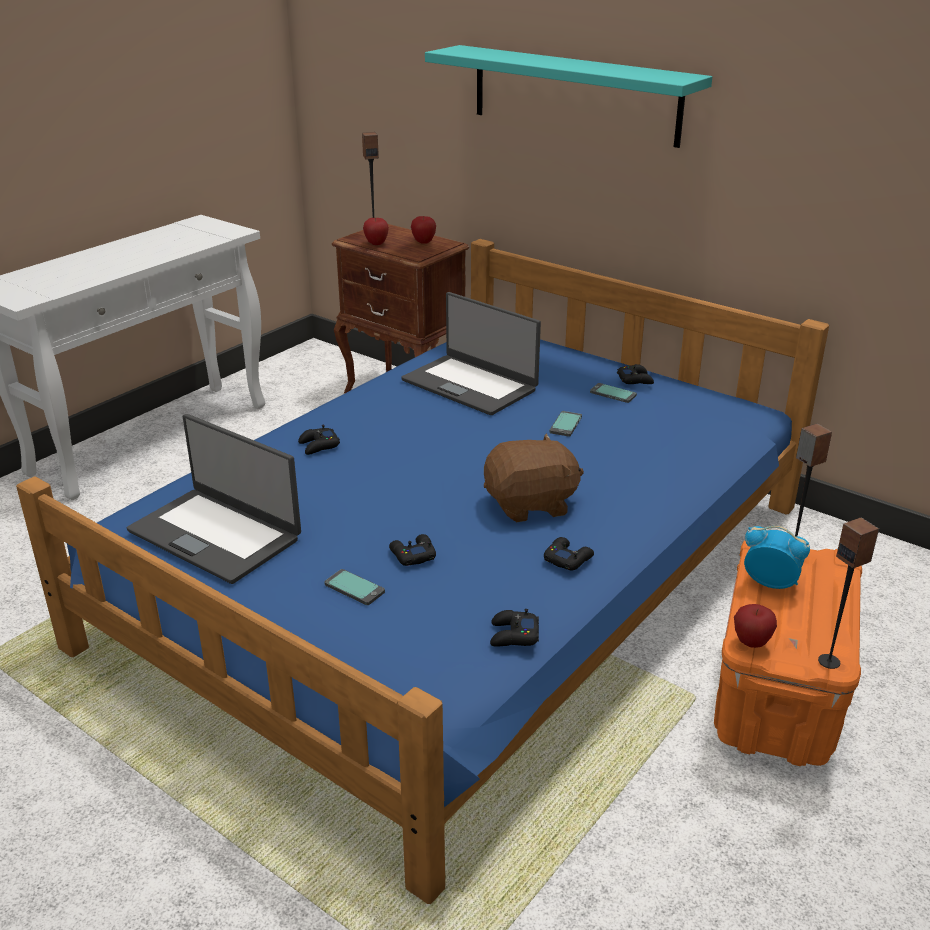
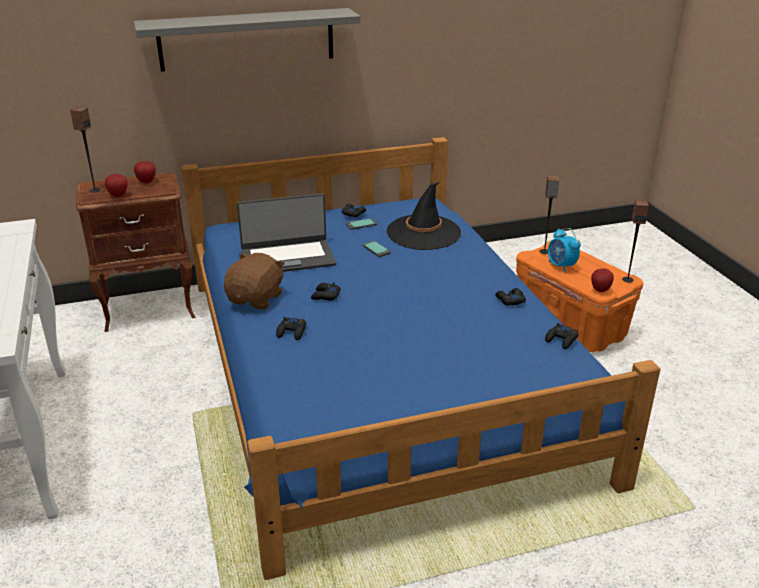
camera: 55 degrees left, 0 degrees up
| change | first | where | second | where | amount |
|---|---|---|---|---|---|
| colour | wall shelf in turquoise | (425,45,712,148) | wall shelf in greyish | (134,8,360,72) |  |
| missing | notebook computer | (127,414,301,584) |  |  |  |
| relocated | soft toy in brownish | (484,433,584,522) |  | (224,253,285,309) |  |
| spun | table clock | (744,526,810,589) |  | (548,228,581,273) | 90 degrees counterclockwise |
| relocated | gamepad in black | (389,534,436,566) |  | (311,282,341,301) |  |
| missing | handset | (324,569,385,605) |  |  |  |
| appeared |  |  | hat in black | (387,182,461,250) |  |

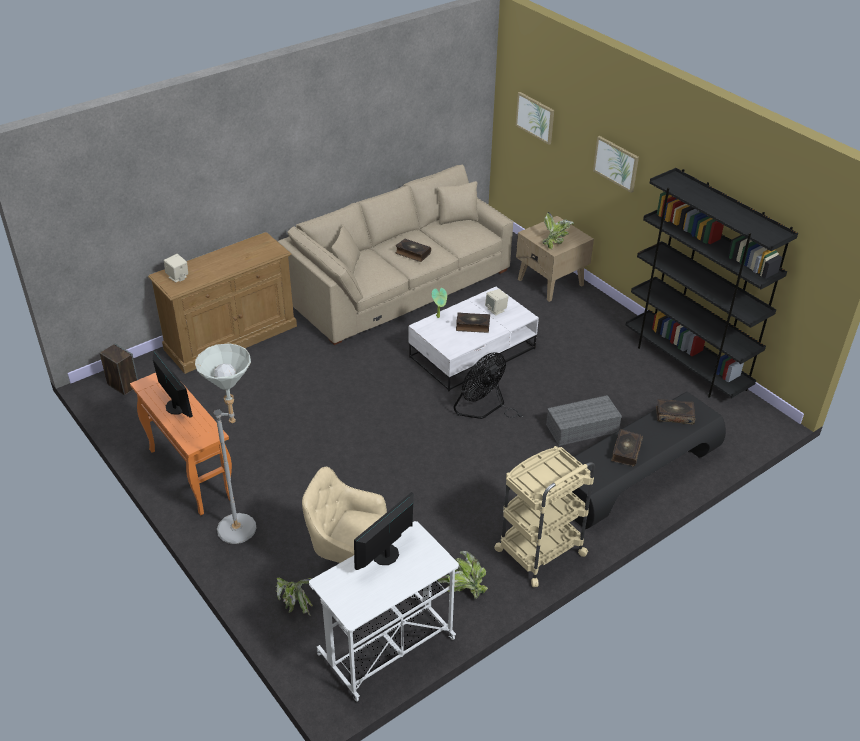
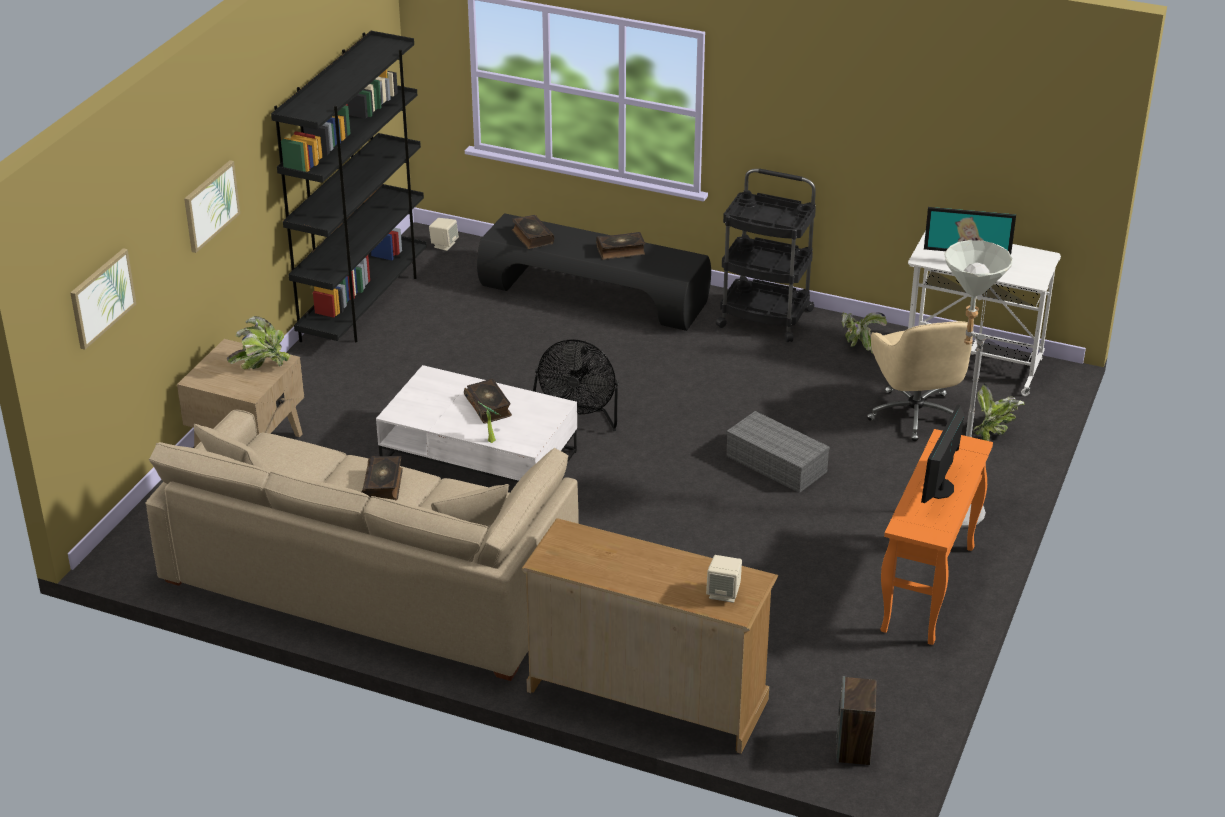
camera: 120 degrees left, 5 degrees down
| change | first | where | second | where | amount |
|---|---|---|---|---|---|
| relocated | audio speaker in sand-coloured | (485,289,508,316) |  | (429,218,459,251) |  |
| relocated | storage bin in greyish | (546,395,622,446) |  | (726,411,830,493) |  |
| colour | trolley in sand-coloured | (494,446,595,587) | trolley in black | (716,169,816,342) |  |

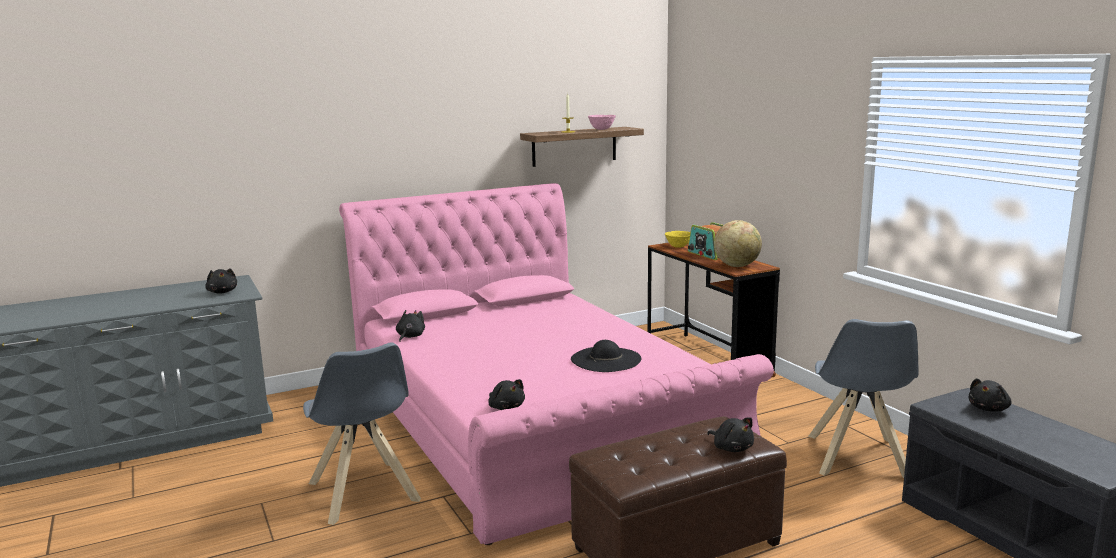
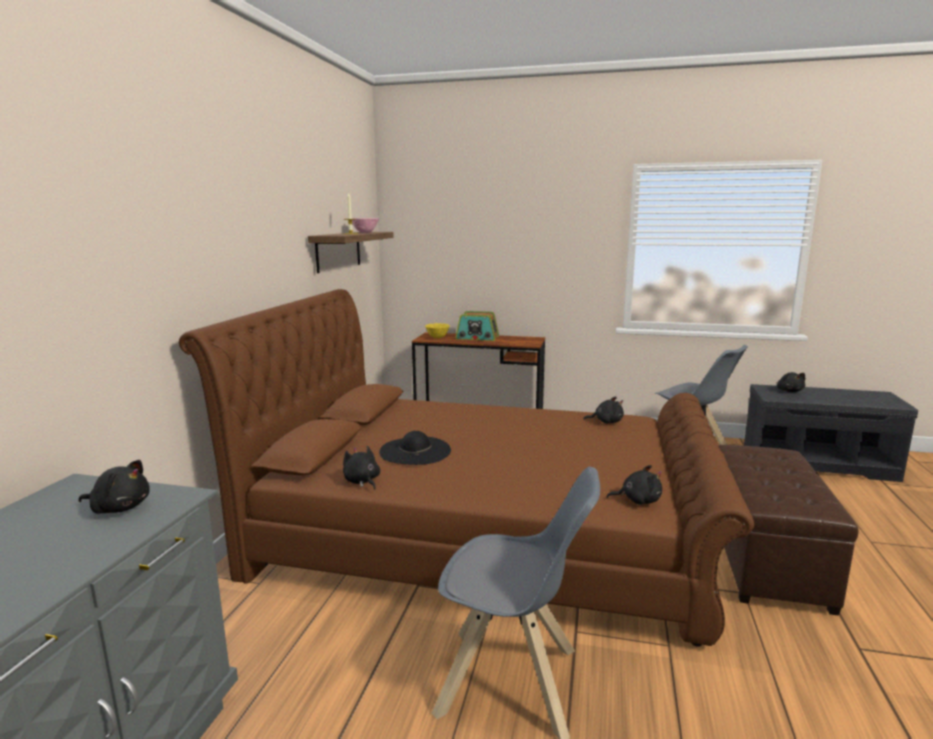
camera: 50 degrees left, 0 degrees up
| change | first | where | second | where | amount |
|---|---|---|---|---|---|
| colour | bed in pink | (339,183,774,545) | bed in brownish | (179,289,754,647) |  |
| missing | world globe | (714,220,762,267) |  |  |  |
| relocated | hat in black | (571,340,641,372) |  | (379,431,451,465) |  |
| relocated | soft toy in black | (707,417,754,452) |  | (584,396,624,424) |  |

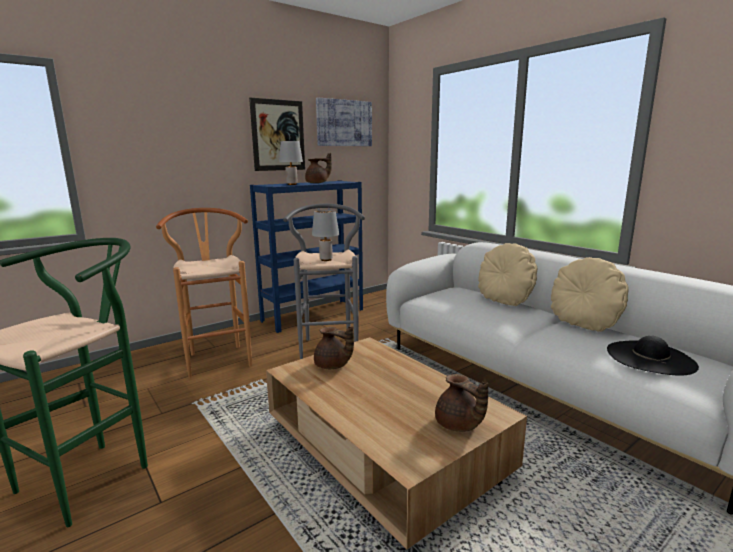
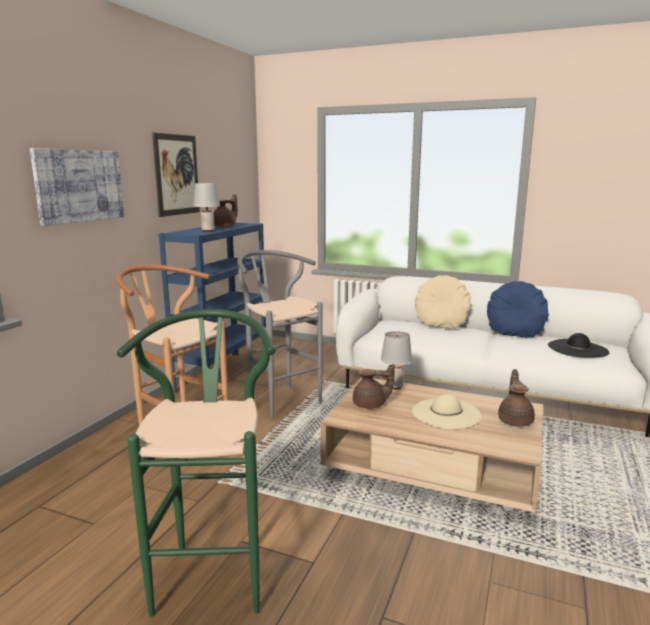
camera: 30 degrees left, 0 degrees up
| change | first | where | second | where | amount |
|---|---|---|---|---|---|
| relocated | wall picture | (316,97,372,146) |  | (30,148,124,226) |  |
| relocated | lamp for a table in greyish | (312,210,339,261) |  | (381,331,412,389) |  |
| colour | pillow in sand-coloured | (551,257,629,332) | pillow in blue-coloured | (487,281,549,338) |  |
| spun | teapot in brownish | (435,374,489,432) |  | (498,369,535,426) | 105 degrees counterclockwise |
| appeared |  |  | hat in sand-coloured | (412,394,482,429) |  |

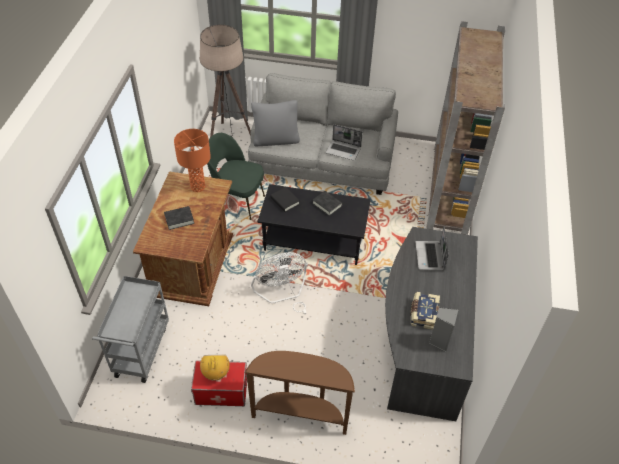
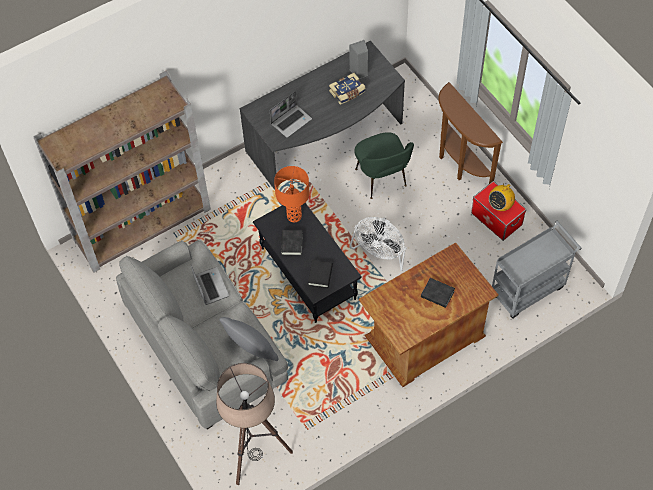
camera: 130 degrees left, 10 degrees up
| change | first | where | second | where | amount |
|---|---|---|---|---|---|
| relocated | lamp for a table in orangey | (174,129,211,192) |  | (274,166,310,222) |  |
| relocated | plain chair in green | (207,133,265,220) |  | (354,132,414,199) |  |

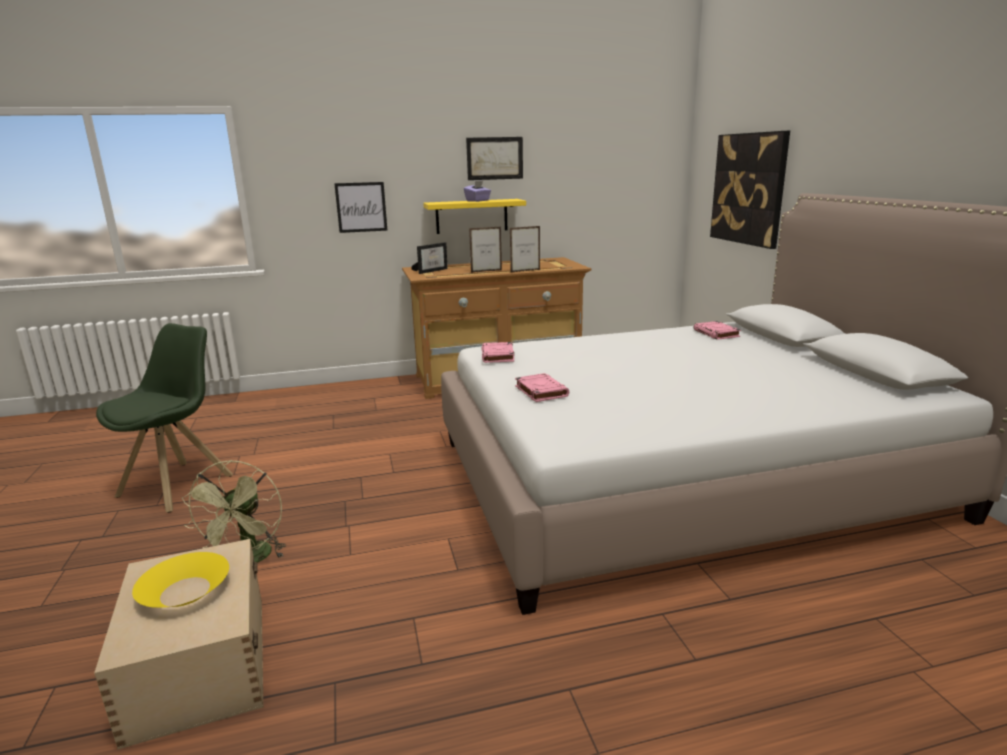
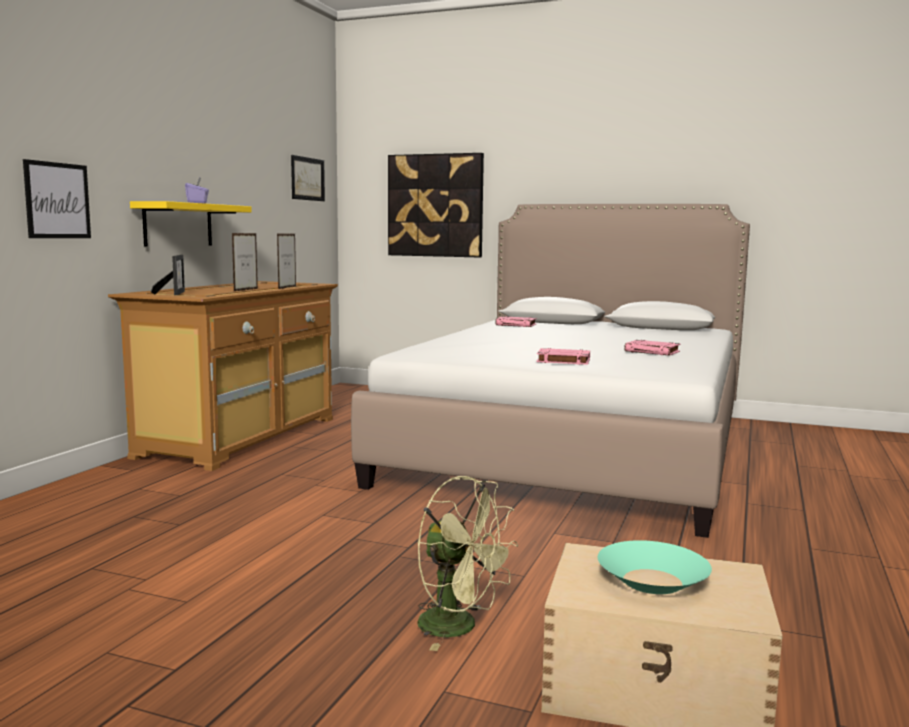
camera: 55 degrees left, 10 degrees down
| change | first | where | second | where | amount |
|---|---|---|---|---|---|
| relocated | wall picture | (466,137,523,180) |  | (291,155,325,201) |  |
| missing | plain chair in green | (96,323,233,513) |  |  |  |
| relocated | volume in pink | (482,342,514,363) |  | (624,340,680,356) |  |
| colour | bowl in yellow-coloured | (132,552,229,608) | bowl in turquoise | (598,540,712,594) |  |

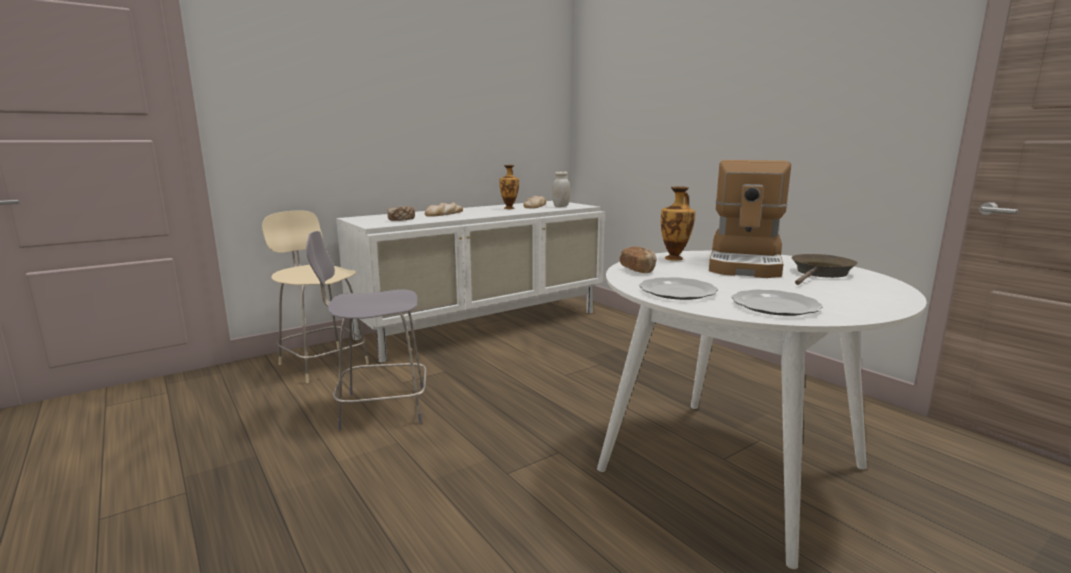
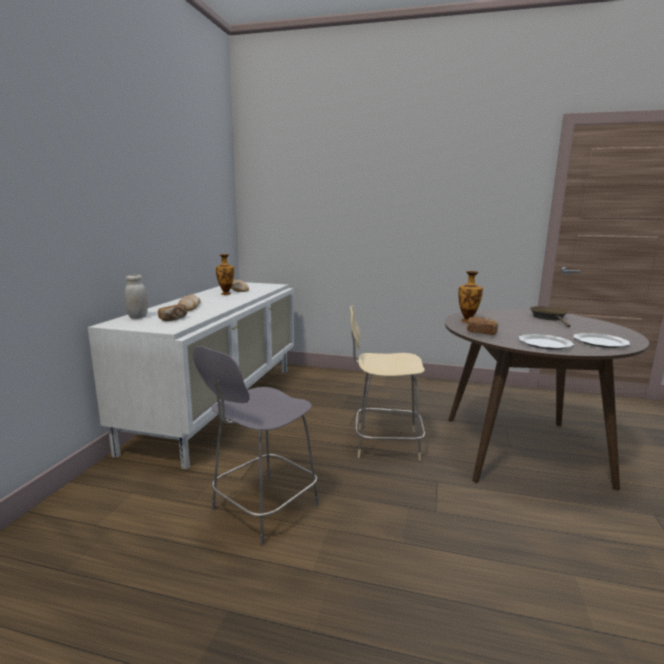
camera: 40 degrees left, 0 degrees up
| change | first | where | second | where | amount |
|---|---|---|---|---|---|
| missing | coffee maker | (709,160,791,278) |  |  |  |
| relocated | preserve jar in white | (552,171,570,207) |  | (125,274,148,319) |  |
| relocated | plain chair in sand-coloured | (262,210,369,383) |  | (350,306,425,461) |  |
| colour | dining table in white | (597,251,927,569) | dining table in brownish | (445,309,649,490) |  |

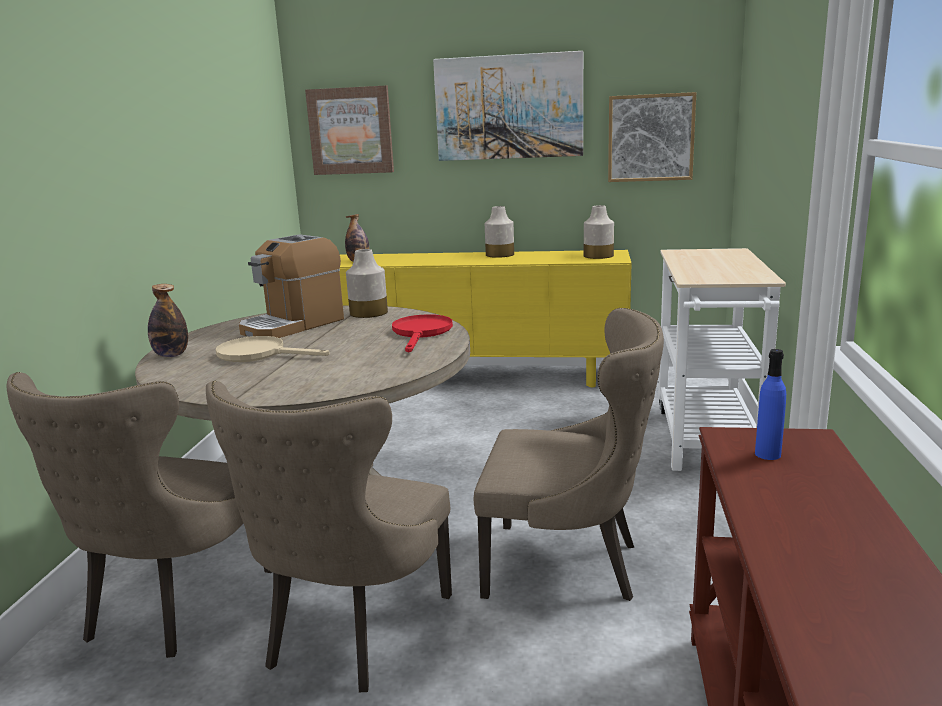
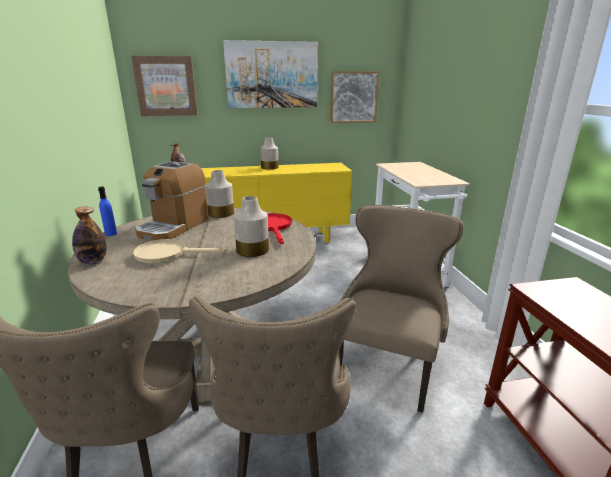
camera: 20 degrees left, 5 degrees up
| change | first | where | second | where | amount |
|---|---|---|---|---|---|
| relocated | decorative vase in sand-coloured | (584,205,614,259) |  | (234,196,269,257) |  |
| spun | plain chair in sand-coloured | (474,308,664,601) |  | (339,205,463,413) | 60 degrees counterclockwise |
| relocated | beverage bottle in blue-coloured | (755,349,786,460) |  | (98,186,117,236) |  |

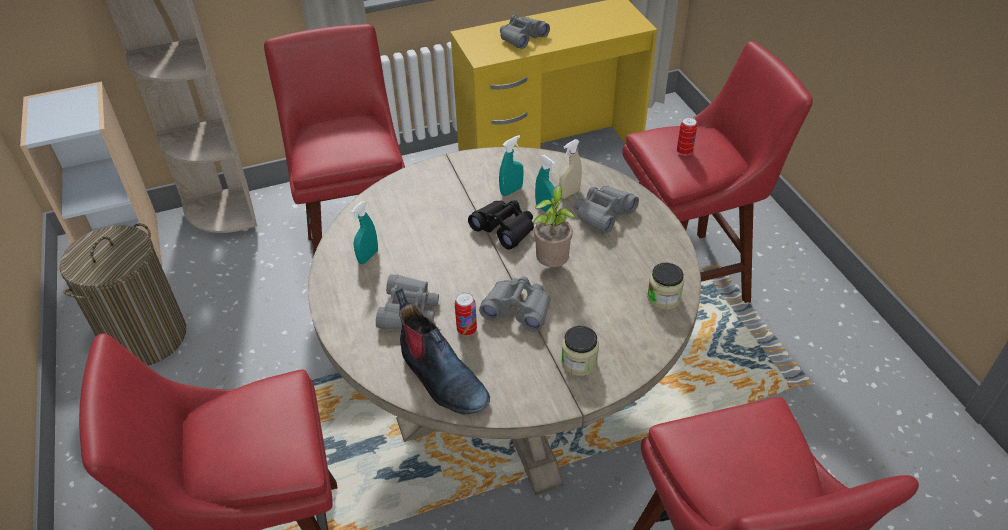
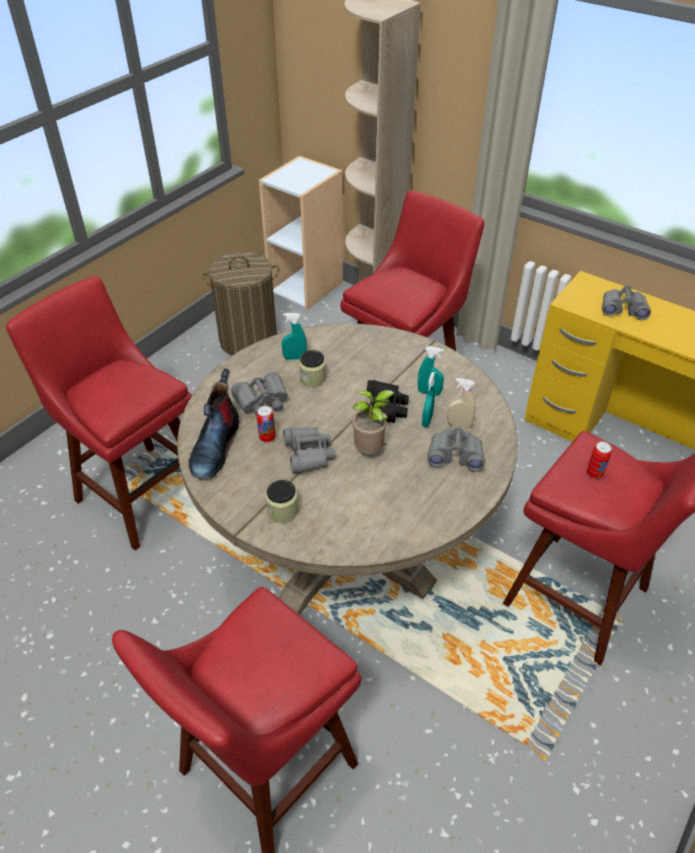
camera: 55 degrees right, 0 degrees up
| change | first | where | second | where | amount |
|---|---|---|---|---|---|
| relocated | preserve jar | (647,263,684,310) |  | (299,350,326,387) |  |

